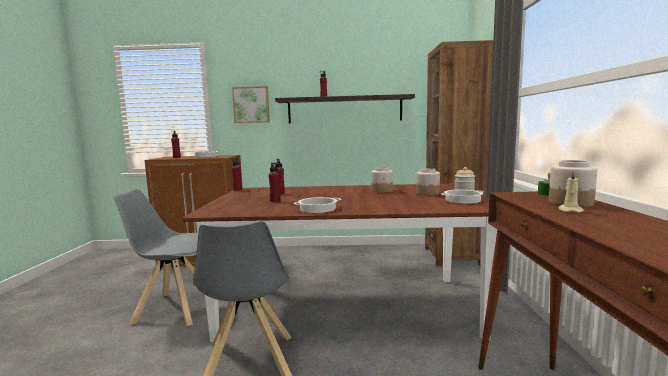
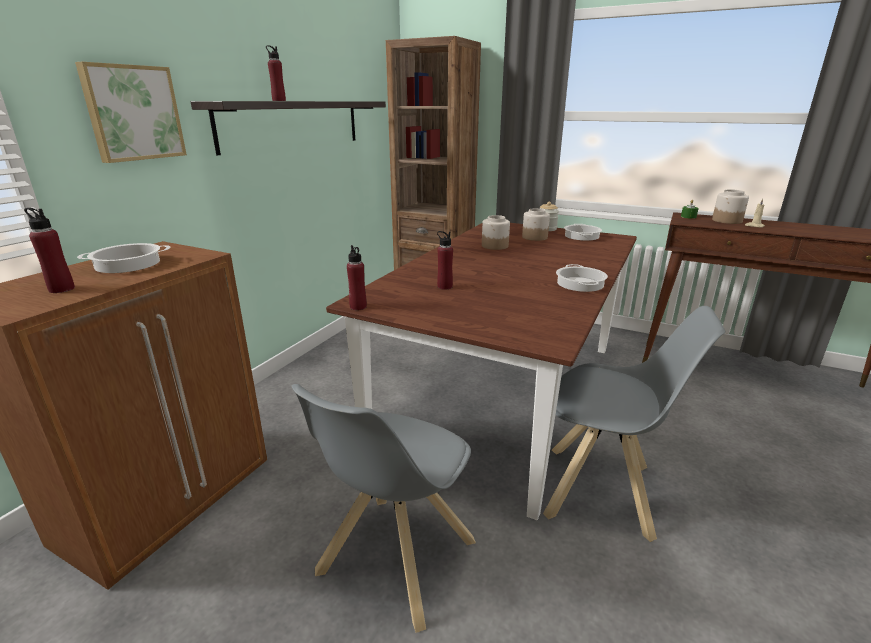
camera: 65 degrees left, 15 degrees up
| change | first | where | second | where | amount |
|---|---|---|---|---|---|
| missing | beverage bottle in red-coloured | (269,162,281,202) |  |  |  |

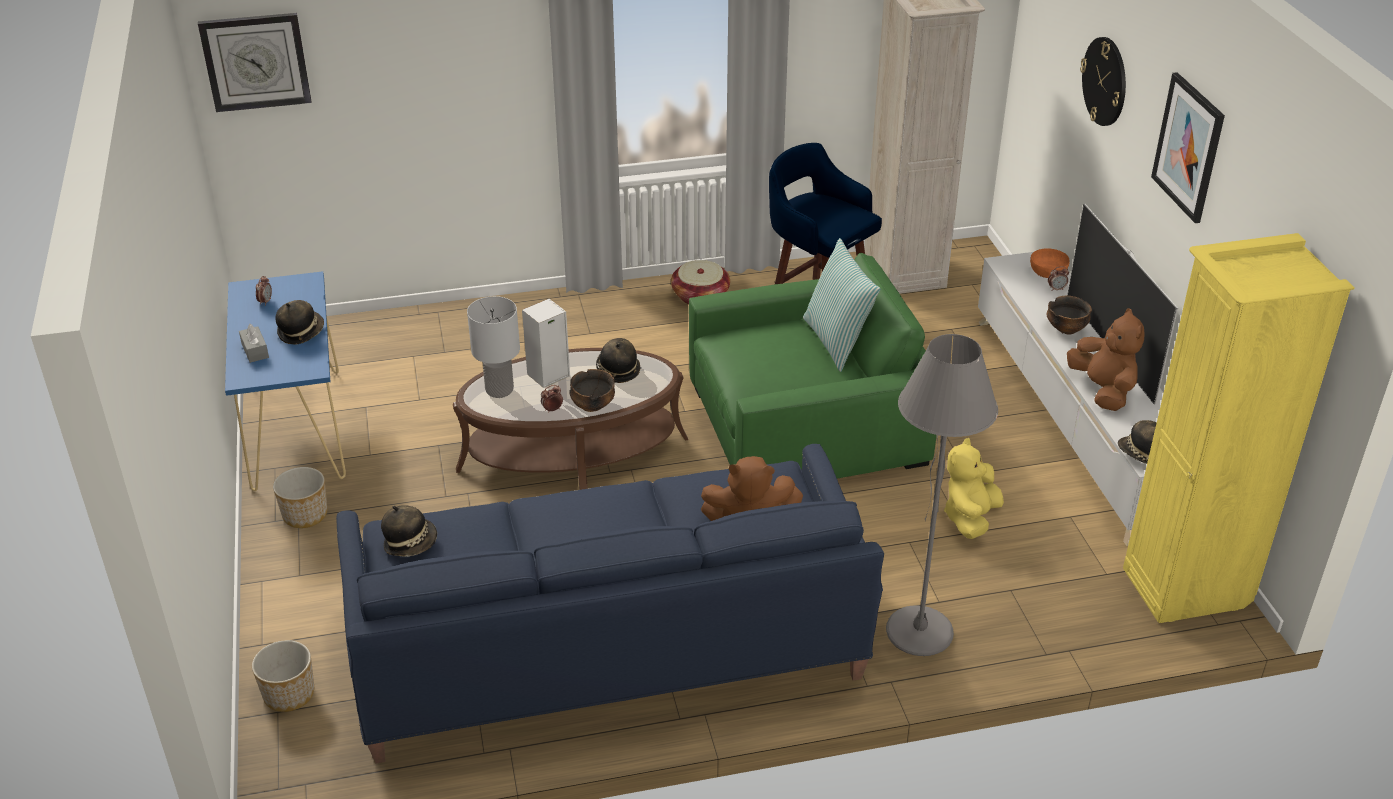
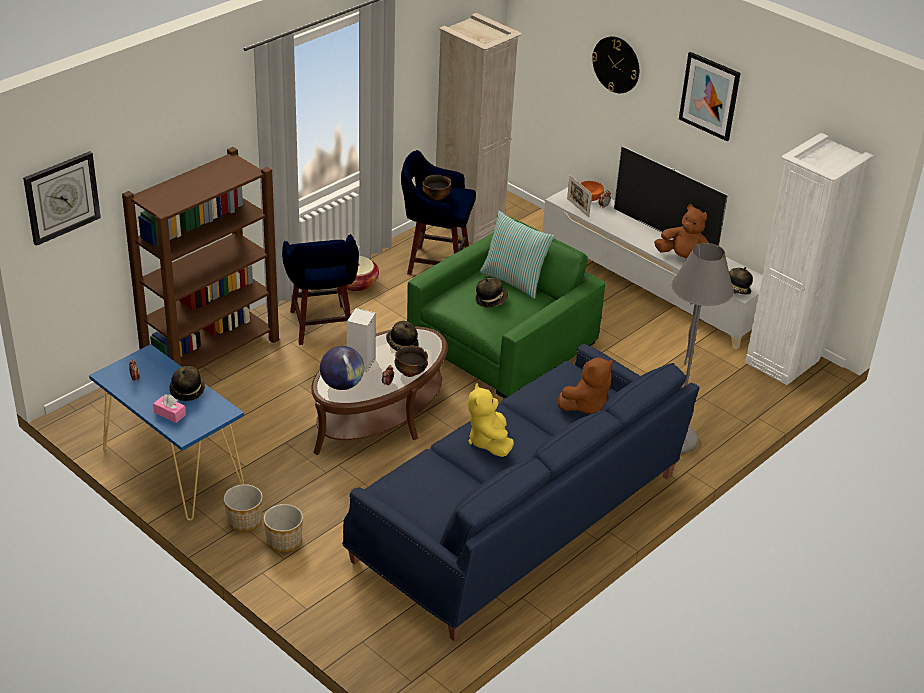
camera: 35 degrees left, 0 degrees up
| change | first | where | second | where | amount |
|---|---|---|---|---|---|
| colour | cupboard in yellow-coloured | (1123,233,1355,623) | cupboard in white | (745,133,874,385) |  |
| exchanged | lamp for a table in greyish | (467,296,520,398) | world globe | (320,346,364,390) |  |
| relocated | bowl | (1046,296,1092,335) |  | (422,175,451,201) |  |
| colour | tissue box in greyish | (239,324,269,363) | tissue box in pink | (153,394,186,423) |  |
| relocated | soft toy in yellow-coloured | (944,438,1004,539) |  | (468,383,514,457) |  |
| relocated | hat | (381,505,437,557) |  | (476,278,508,308) |  |
| relocated | planter | (252,640,314,712) |  | (264,504,303,552) |  |
| appeared |  |  | bookshelf in brownish | (122,147,279,370) |  |
| appeared |  |  | photo frame | (567,175,592,218) |  |
| appeared |  |  | stool in blue-coloured | (282,234,359,345) |  |

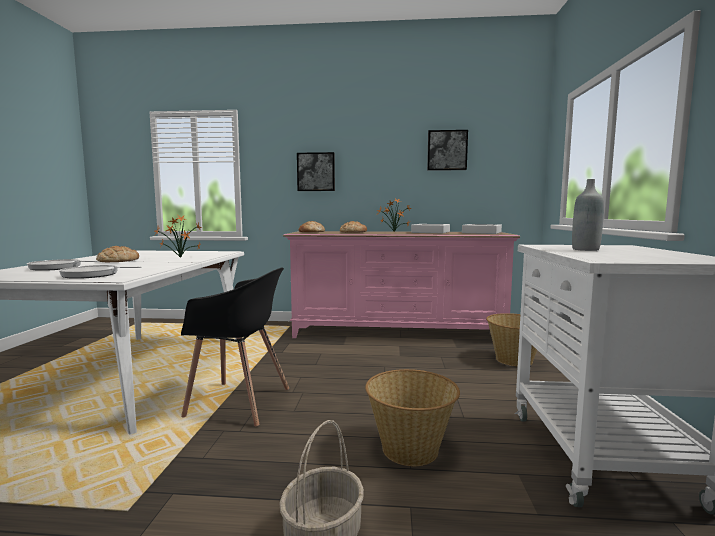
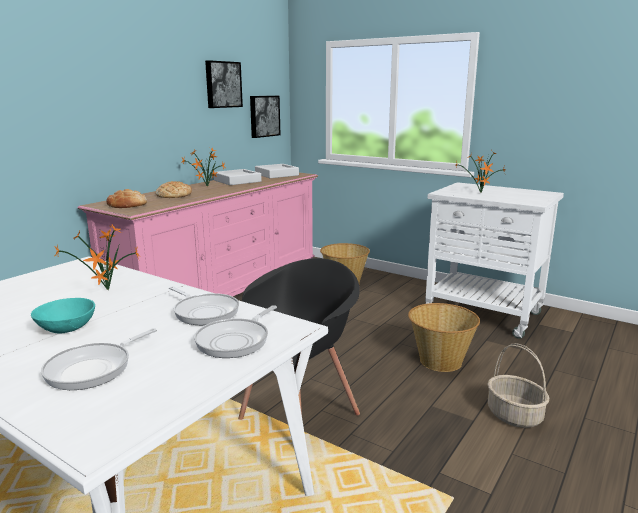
camera: 60 degrees left, 10 degrees up
| change | first | where | second | where | amount |
|---|---|---|---|---|---|
| relocated | wall picture | (297,152,335,191) |  | (250,96,280,138) |  |
| exchanged | beverage bottle in greyish | (572,179,604,251) | potted plant | (455,149,506,193) |  |
| exchanged | baked bread | (96,246,139,262) | bowl in turquoise | (31,298,95,333) |  |
| appeared |  |  | pan | (169,286,239,325) |  |

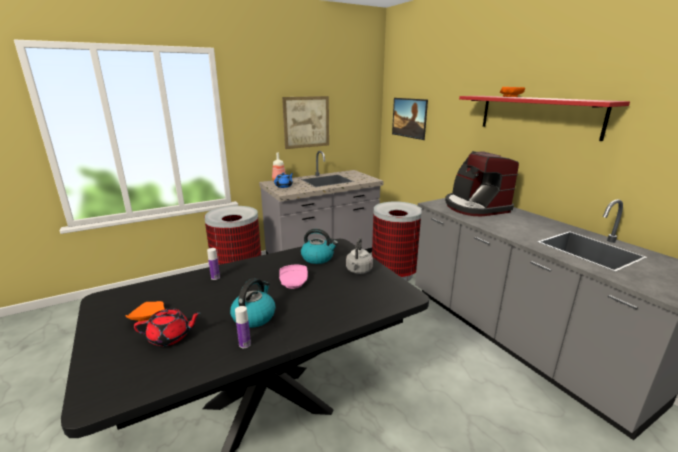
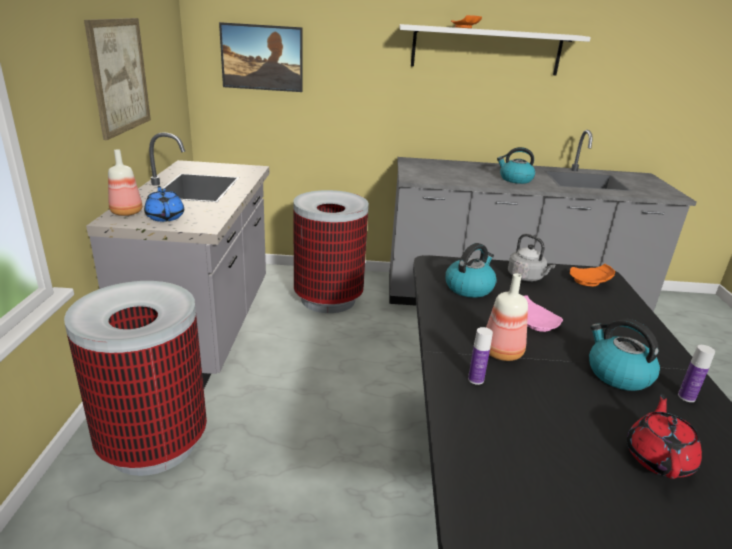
camera: 60 degrees left, 5 degrees up
| change | first | where | second | where | amount |
|---|---|---|---|---|---|
| colour | wall shelf in red-coloured | (459,96,630,141) | wall shelf in white | (400,24,591,75) |  |
| missing | coffee maker | (445,151,519,216) |  |  |  |
| relocated | flat dish in orangey | (125,301,165,322) |  | (570,264,615,286) |  |
| appeared |  |  | tea kettle | (497,147,535,184) |  |
| appeared |  |  | beverage bottle | (486,273,528,361) |  |

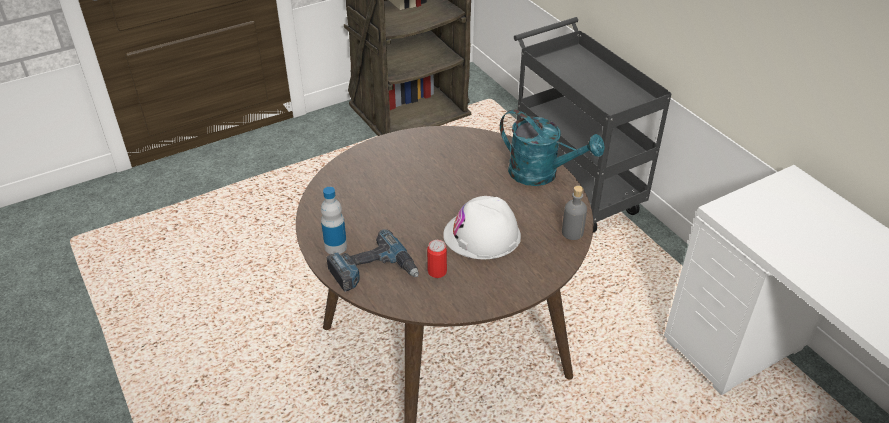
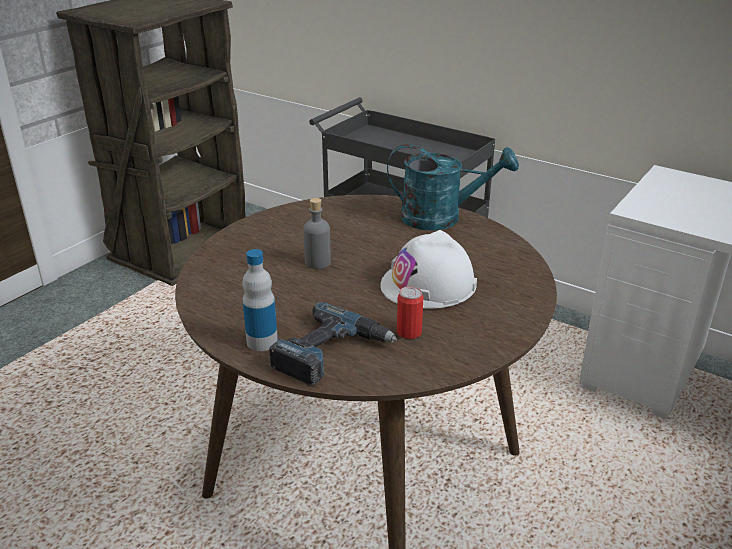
camera: 25 degrees left, 10 degrees down
| change | first | where | second | where | amount |
|---|---|---|---|---|---|
| relocated | beverage bottle in greyish | (562,186,587,240) |  | (303,198,331,269) |  |

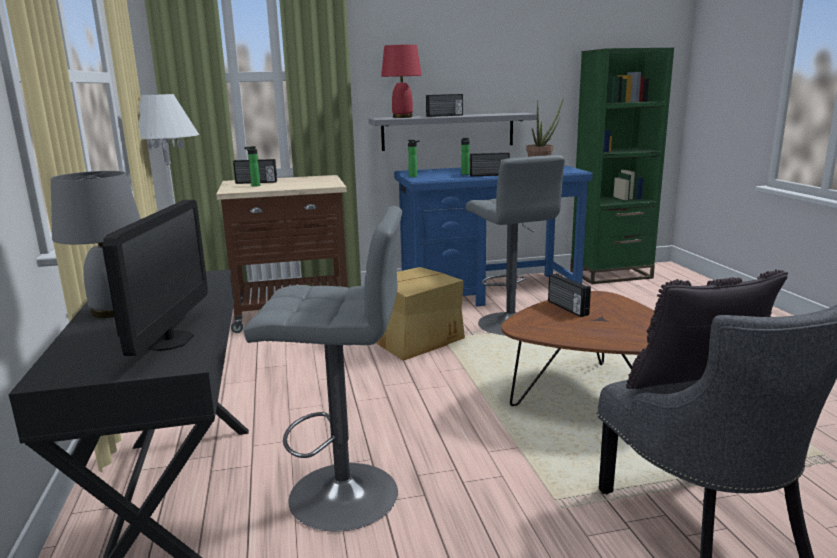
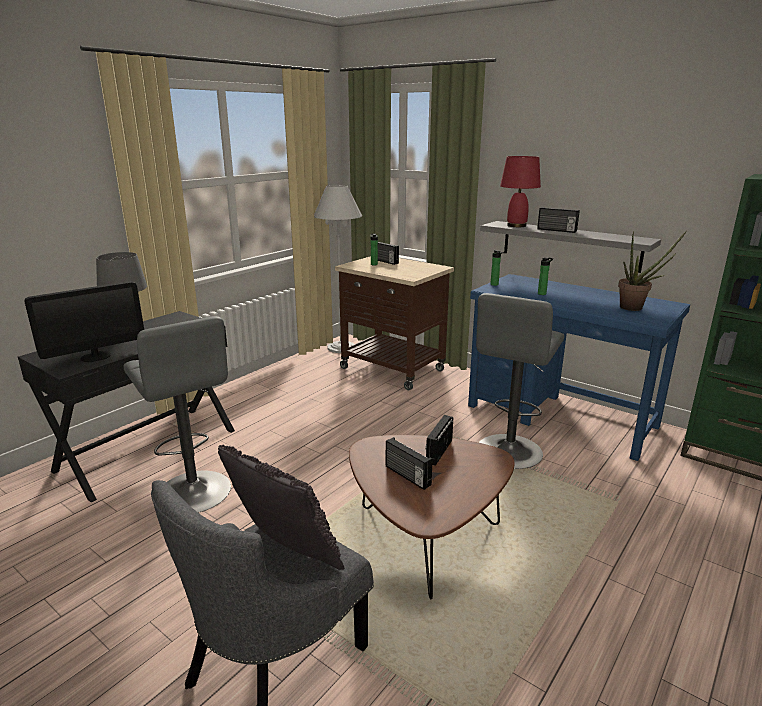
camera: 50 degrees right, 5 degrees up
| change | first | where | second | where | amount |
|---|---|---|---|---|---|
| relocated | radio set | (470,152,510,176) |  | (386,437,432,490) |  |
| missing | packing box | (376,267,465,361) |  |  |  |

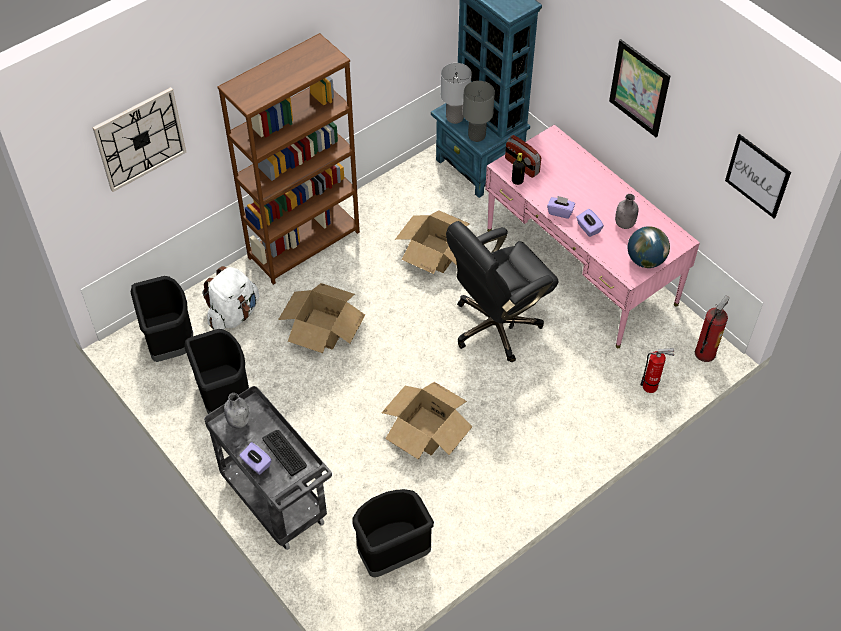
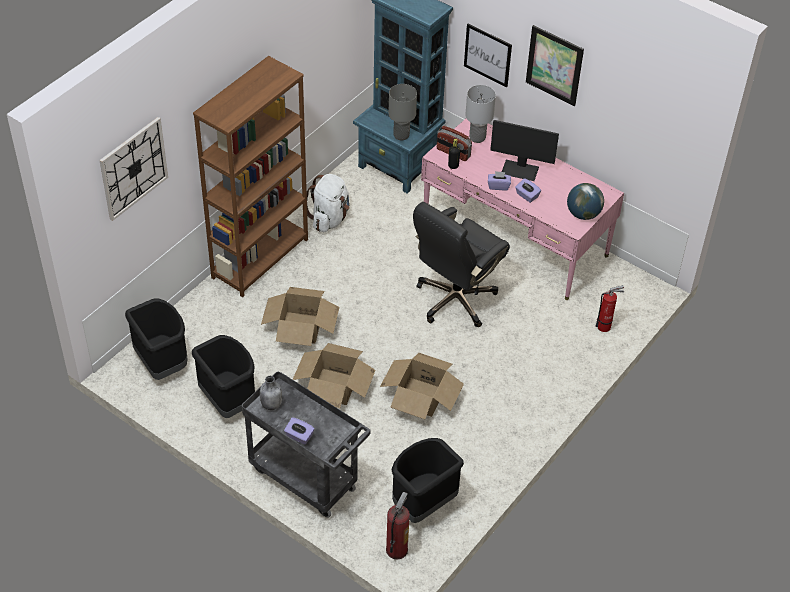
camera: 15 degrees left, 5 degrees down
| change | first | where | second | where | amount |
|---|---|---|---|---|---|
| relocated | lamp for a table in greyish | (441,63,472,124) |  | (465,85,496,143) |  |
| relocated | wall picture | (725,134,791,219) |  | (464,24,512,87) |  |
| missing | beverage bottle in greyish | (615,194,638,229) |  |  |  |
| relocated | packing box | (395,210,470,274) |  | (292,343,376,408) |  |
| relocated | backpack in white | (202,266,259,330) |  | (307,174,350,232) |  |
| relocated | fire extinguisher | (695,296,730,362) |  | (386,492,410,560) |  |
| missing | keyboard | (262,430,307,476) |  |  |  |
| appeared |  |  | monitor | (490,120,559,181) |  |

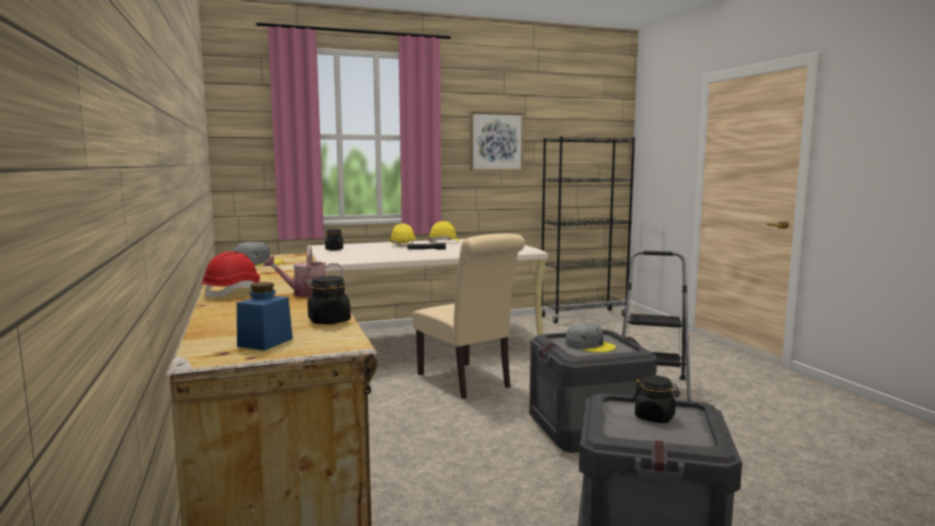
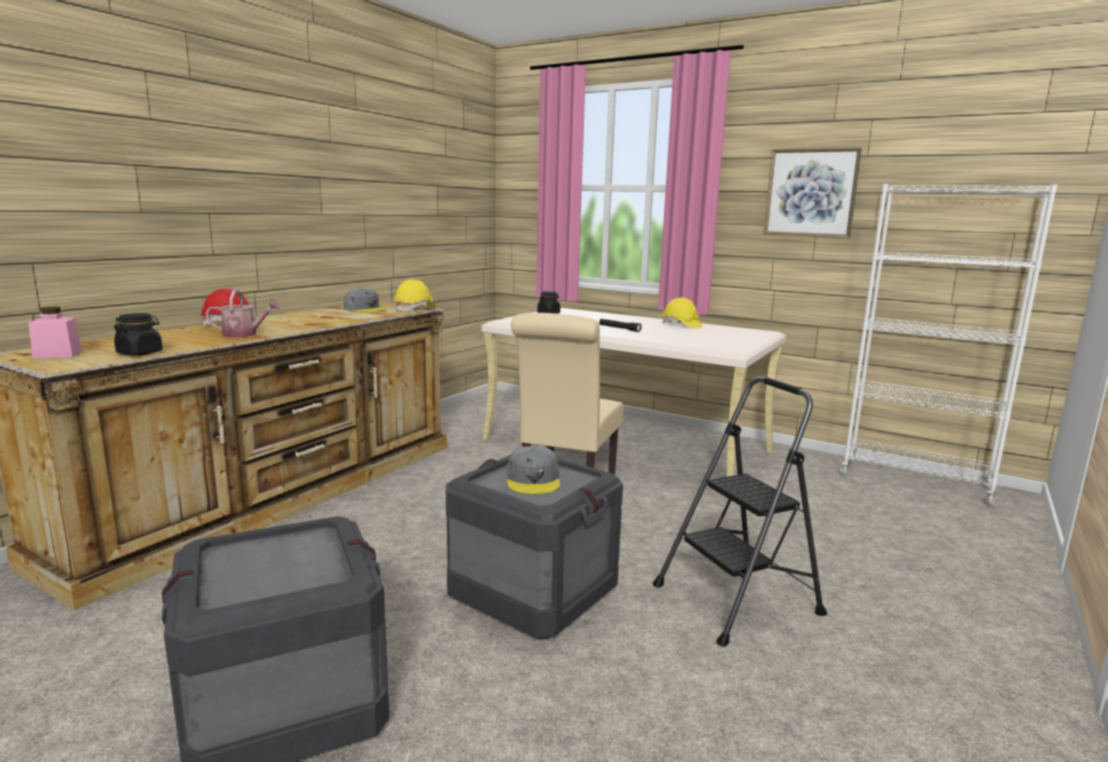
camera: 50 degrees right, 5 degrees up
| change | first | where | second | where | amount |
|---|---|---|---|---|---|
| colour | bookshelf in black | (542,136,635,324) | bookshelf in white | (841,184,1058,506) |  |
| relocated | safety helmet in yellow-coloured | (390,223,416,248) |  | (394,279,436,312) |  |
| spun | watering can | (263,245,343,297) |  | (206,290,280,338) | 135 degrees clockwise |
| colour | preserve jar in blue-coloured | (237,282,293,351) | preserve jar in pink | (29,306,82,358) |  |
| missing | preserve jar in black | (633,375,680,423) |  |  |  |

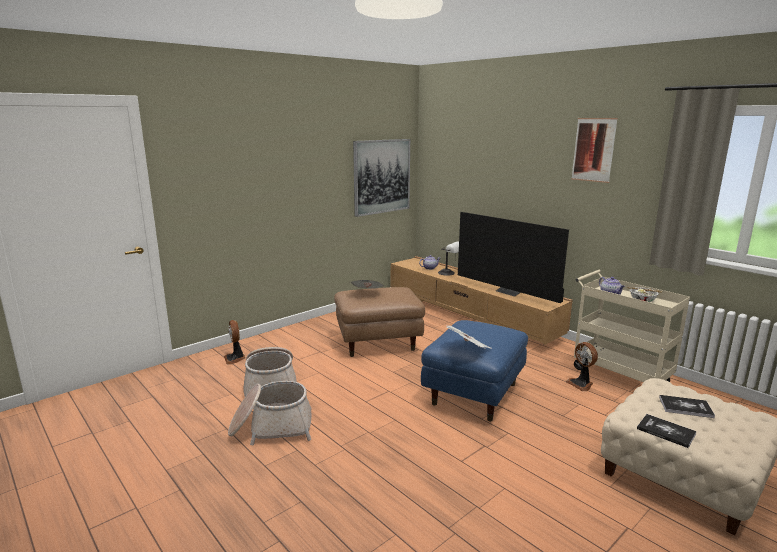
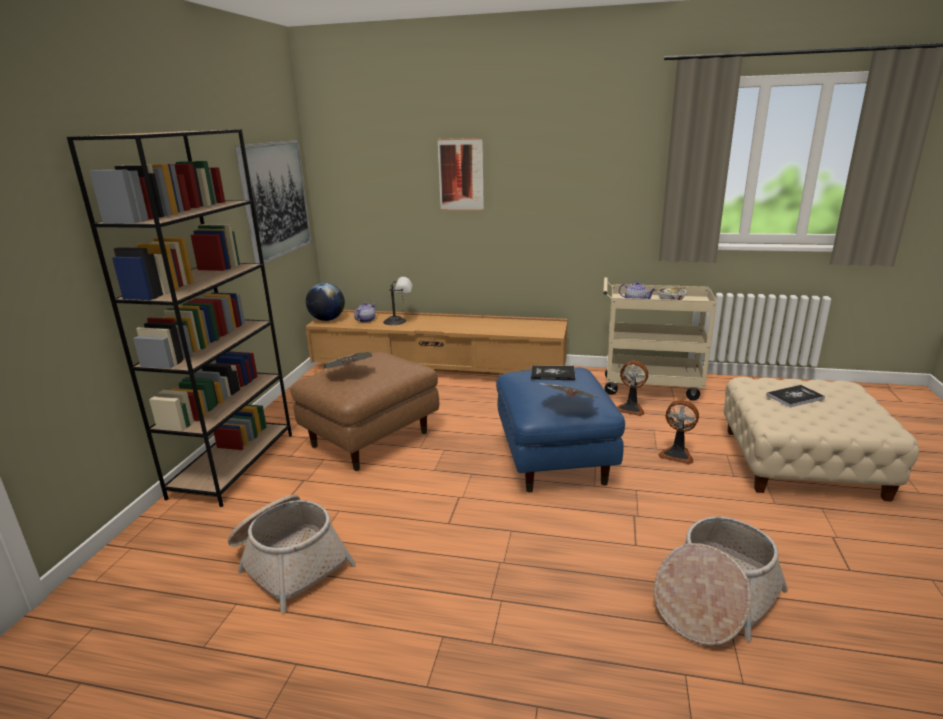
camera: 35 degrees left, 5 degrees up
| change | first | where | second | where | amount |
|---|---|---|---|---|---|
| relocated | wall picture | (571,118,618,183) |  | (437,138,484,211) |  |
| missing | TV | (458,212,569,303) |  |  |  |
| relocated | cooling fan | (224,320,245,365) |  | (658,400,699,464) |  |
| relocated | basket | (228,381,312,445) |  | (654,516,788,646) |  |
| relocated | volume | (637,414,697,448) |  | (531,365,576,380) |  |
| appeared |  |  | bookshelf in sand-coloured | (67,129,292,507) |  |
| appeared |  |  | world globe | (306,283,345,321) |  |

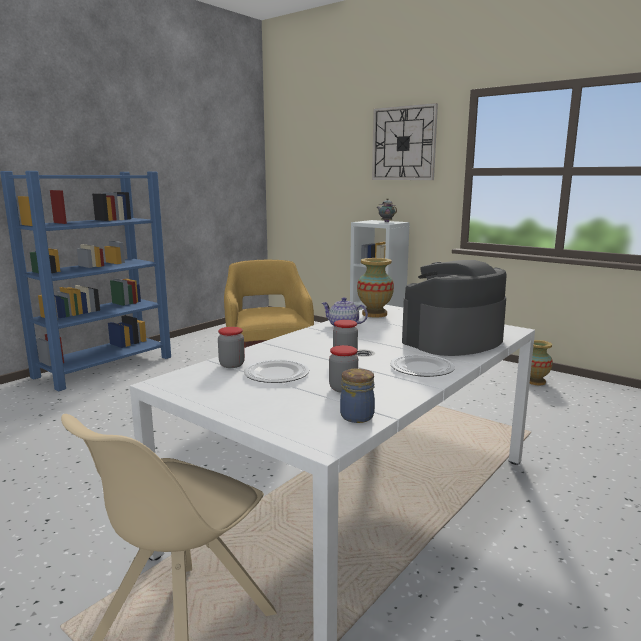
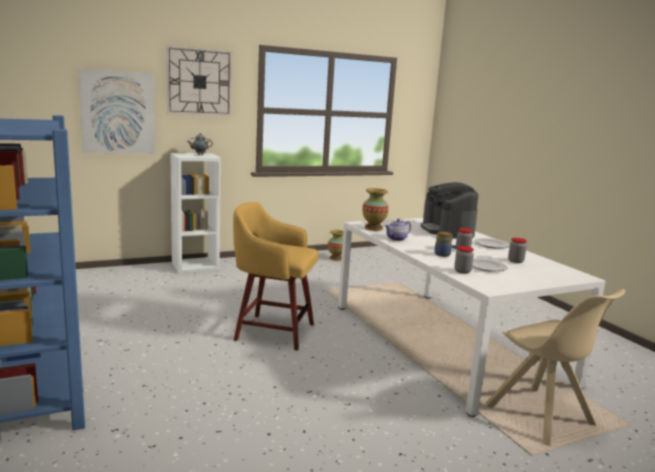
camera: 65 degrees left, 0 degrees up
| change | first | where | second | where | amount |
|---|---|---|---|---|---|
| relocated | preserve jar | (340,368,375,423) |  | (435,232,453,257) |  |
| appeared |  |  | wall picture | (78,69,155,153) |  |

